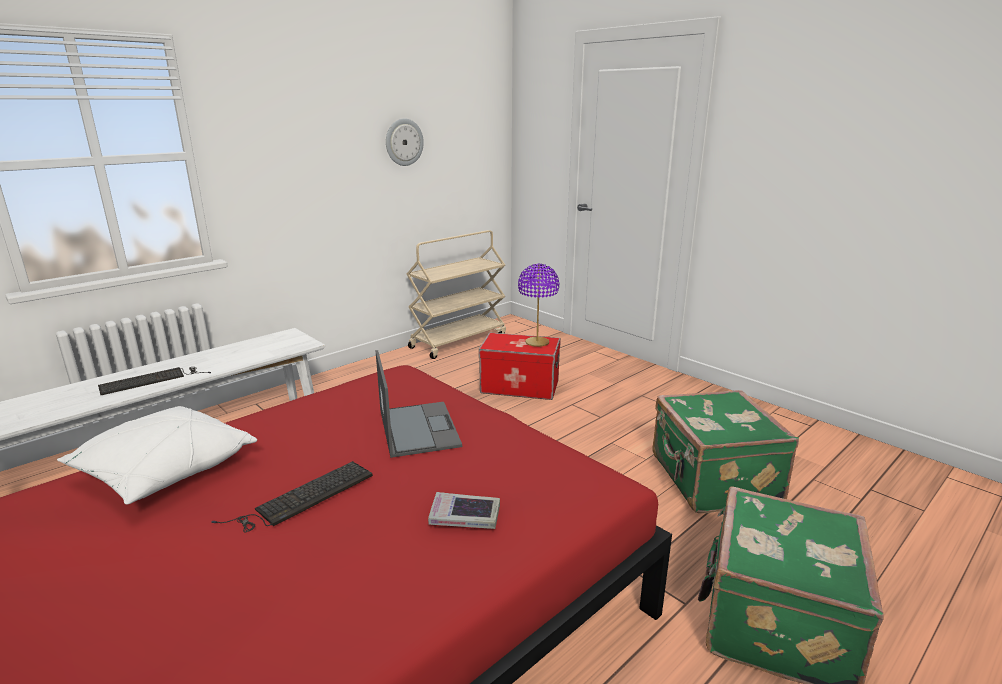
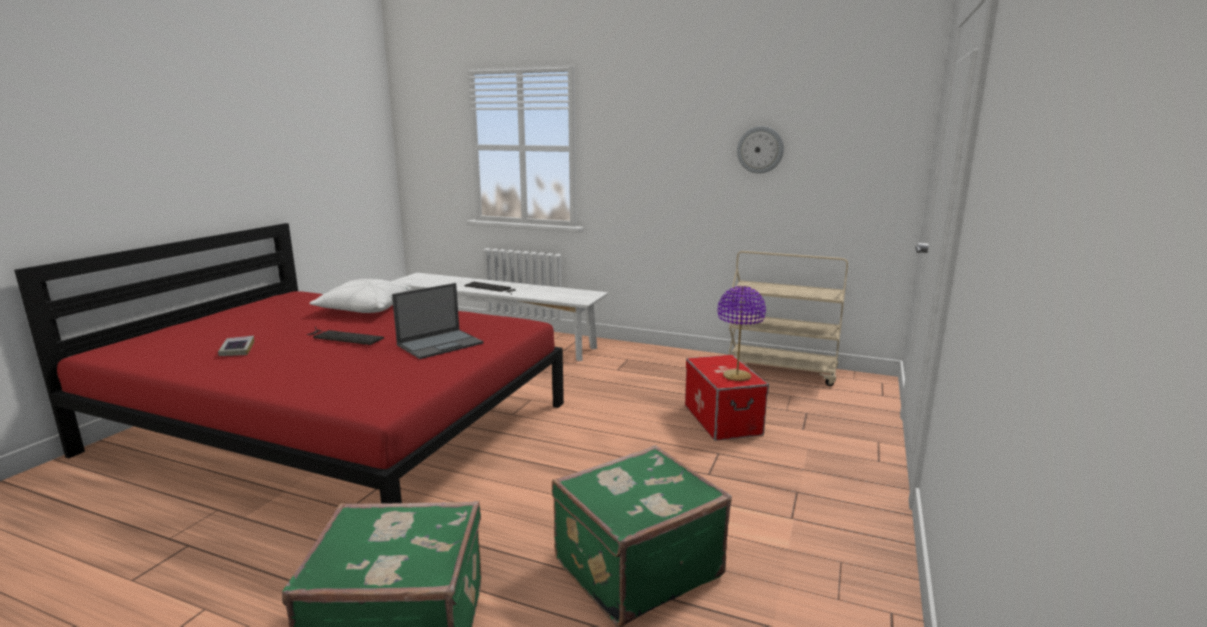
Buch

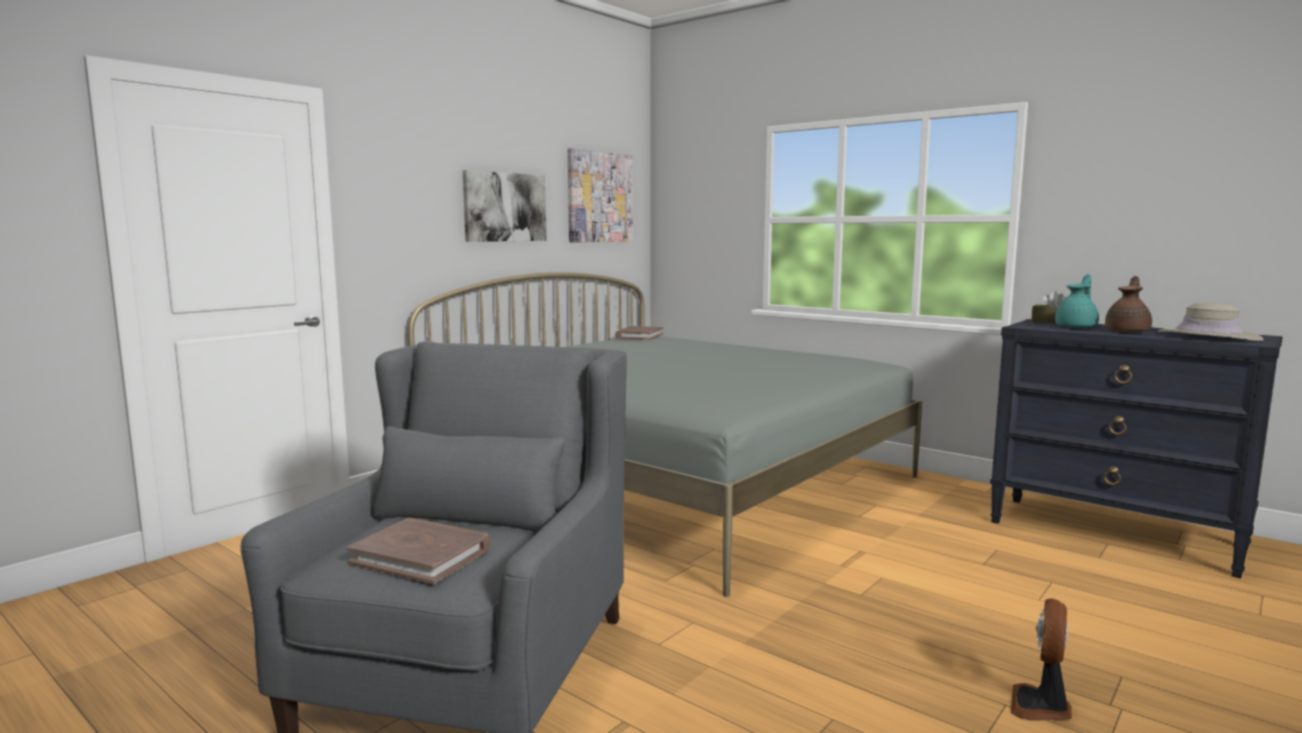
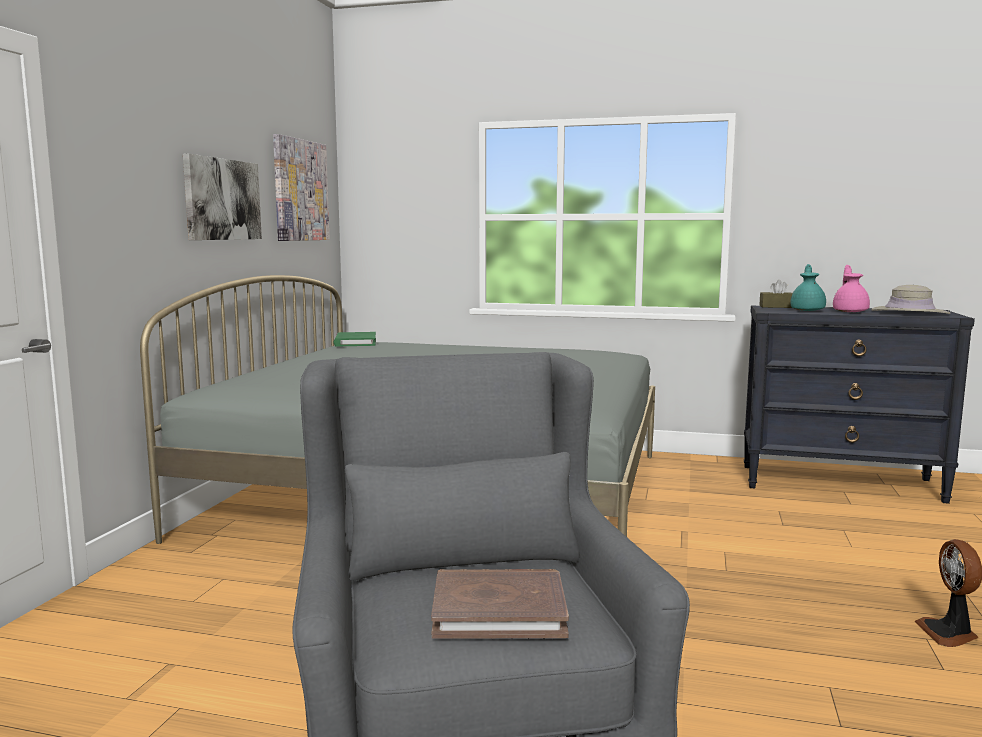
Buch [grün]
Teekanne [rosa]

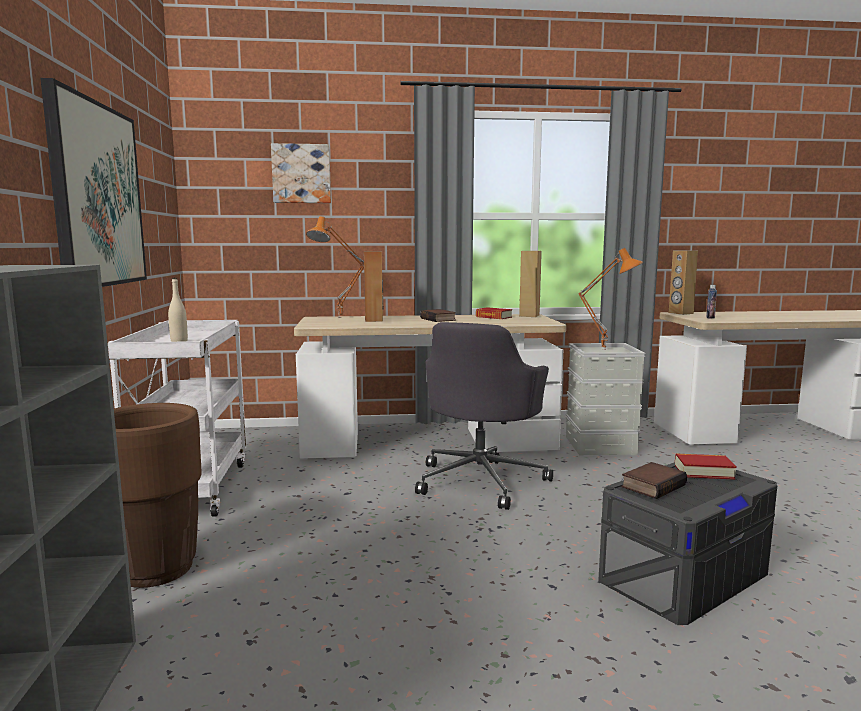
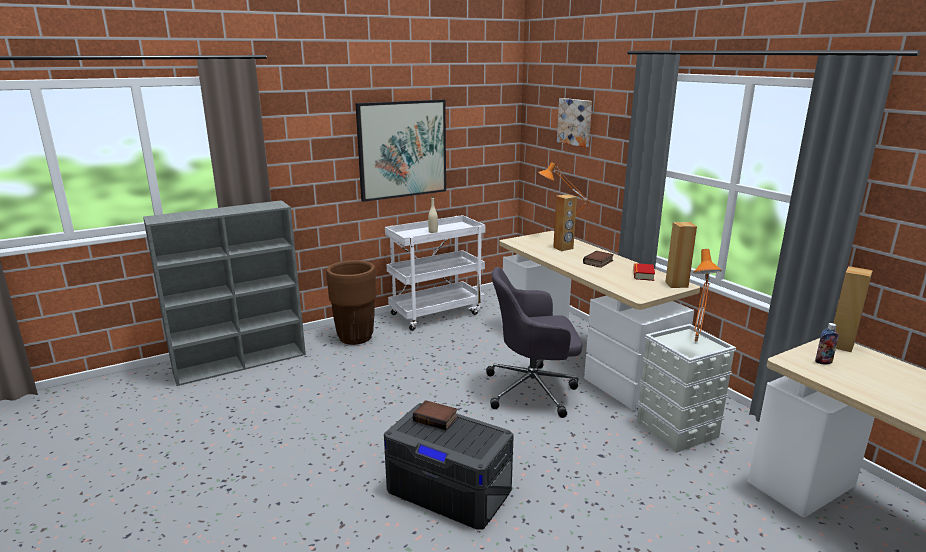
Buch (4th from left in the first image)

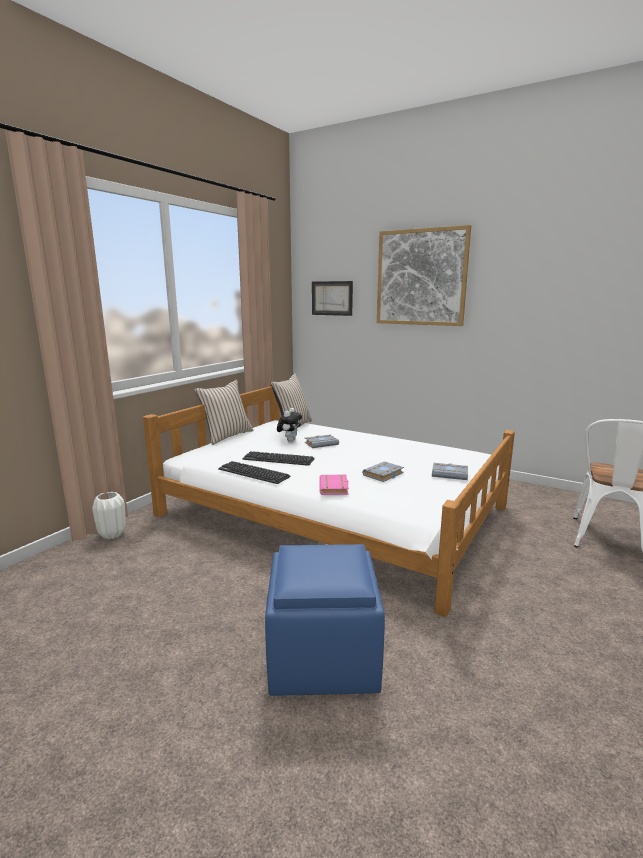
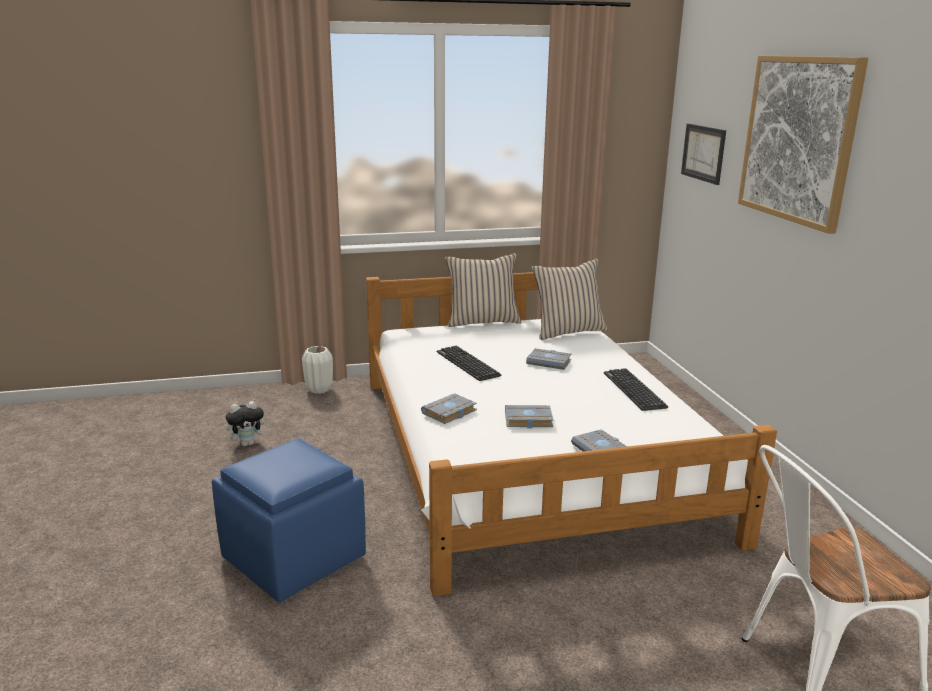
Tastatur (2nd from left)
Plüschtier
Buch [grau] (1st from left)

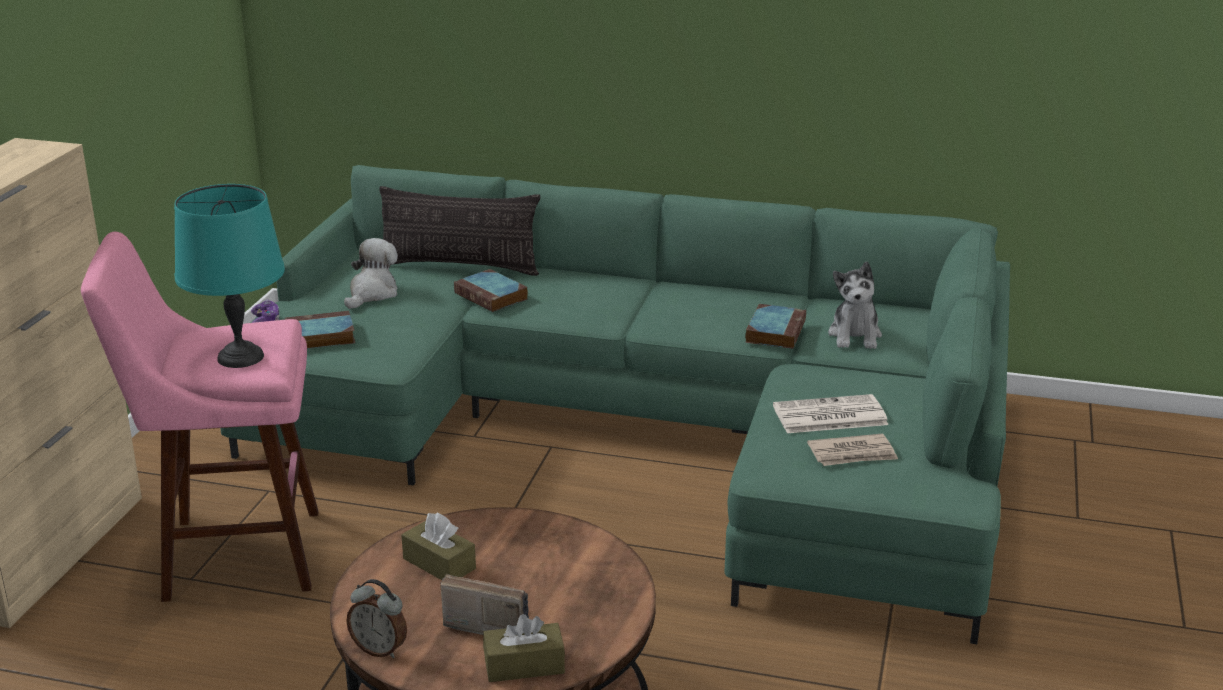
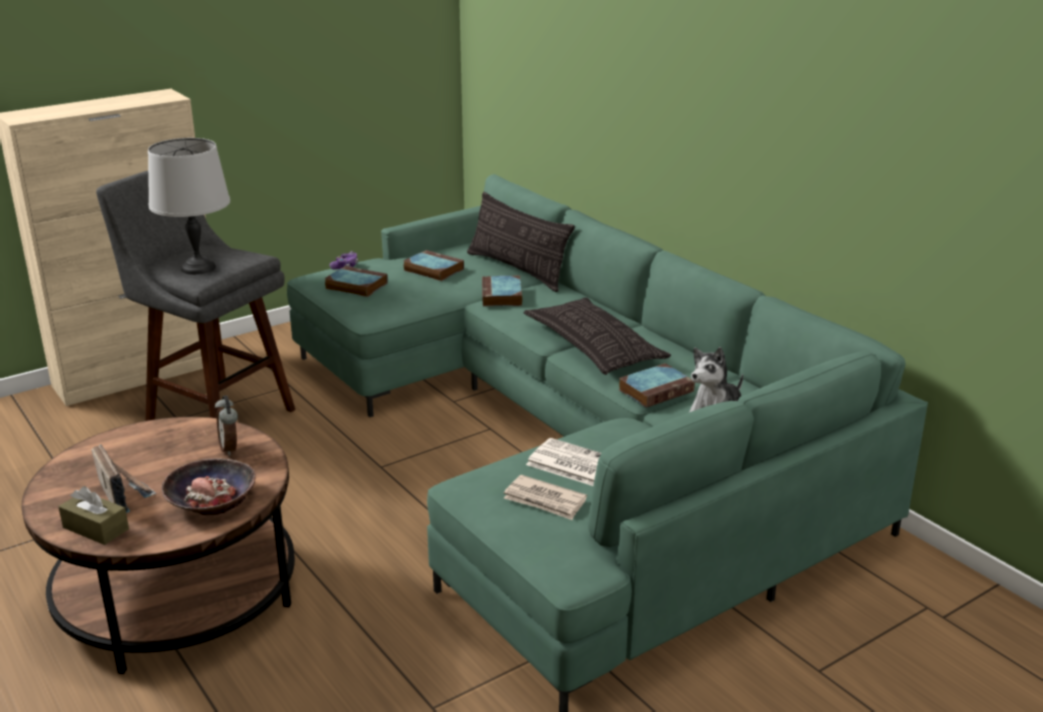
Taschentuchbox [braun] (1st from left in the first image)
Schüssel
Kissen (2nd from left)
Wecker
Buch (2nd from left)
Hocker [grau]
Tischlampe [grau]

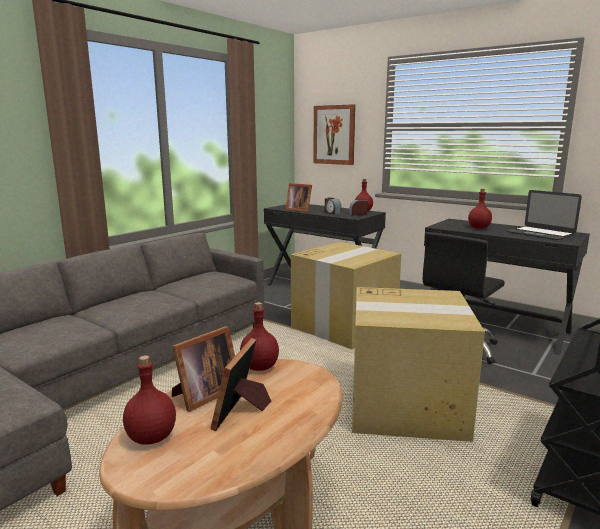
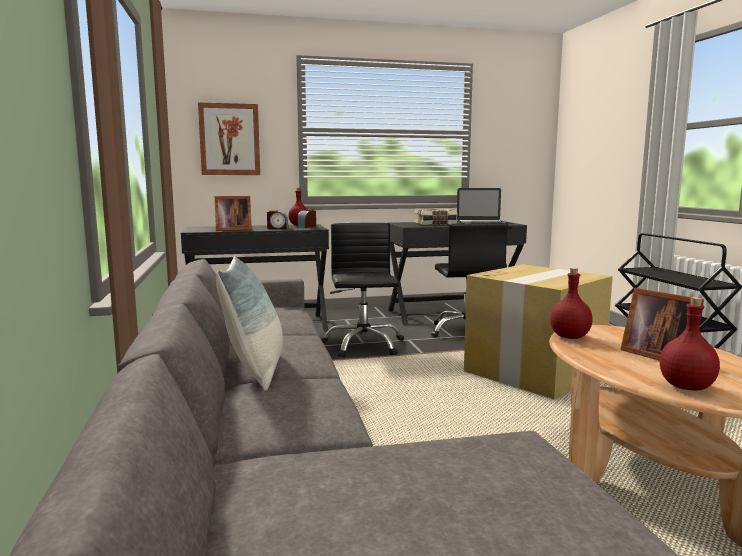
Bilderrahmen (1st from left in the first image)
Kissen
Bürostuhl [schwarz] (1st from left)
Buch

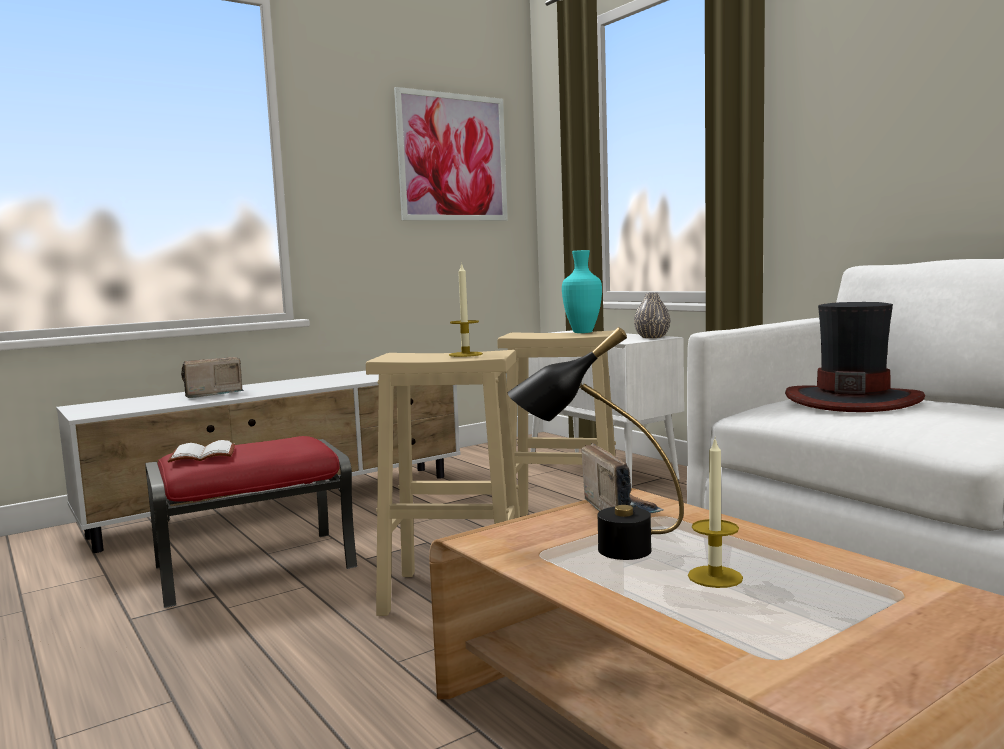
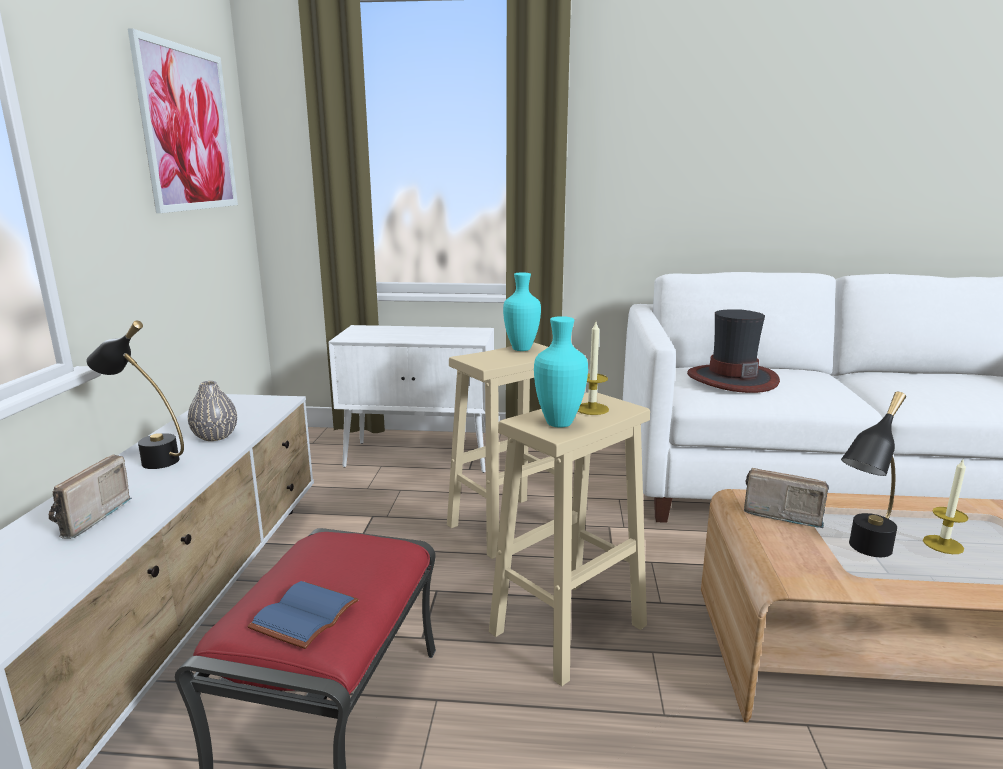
Tischlampe [schwarz] (1st from left)
Vase [türkis] (2nd from left)
Vase [grau]
Buch [blau]

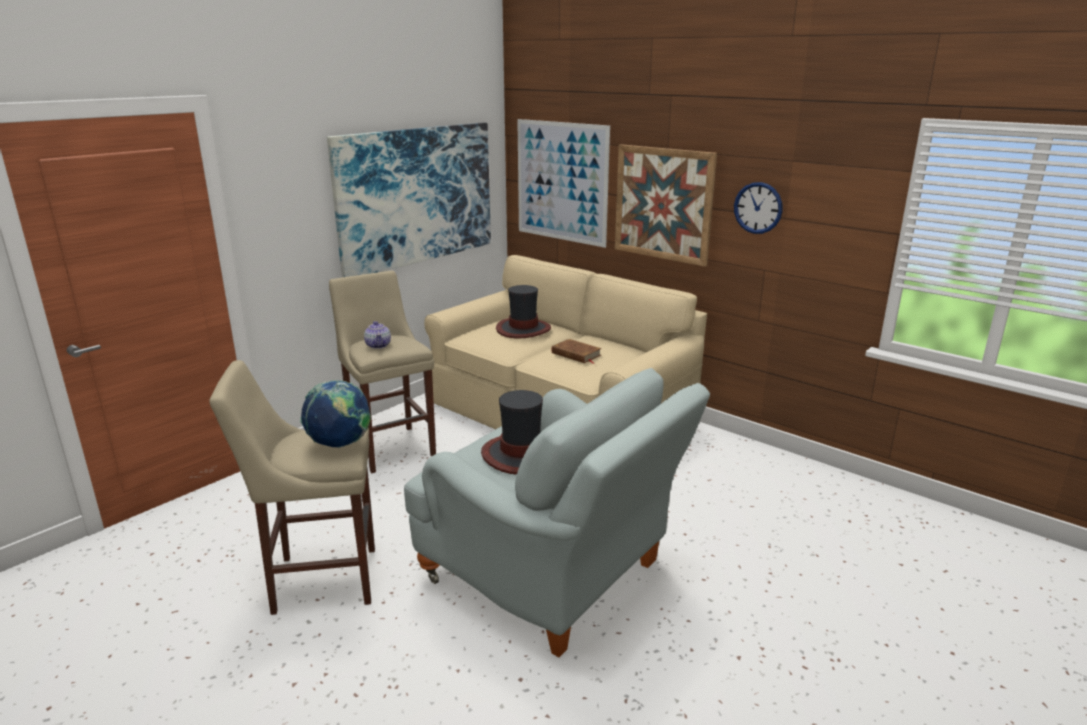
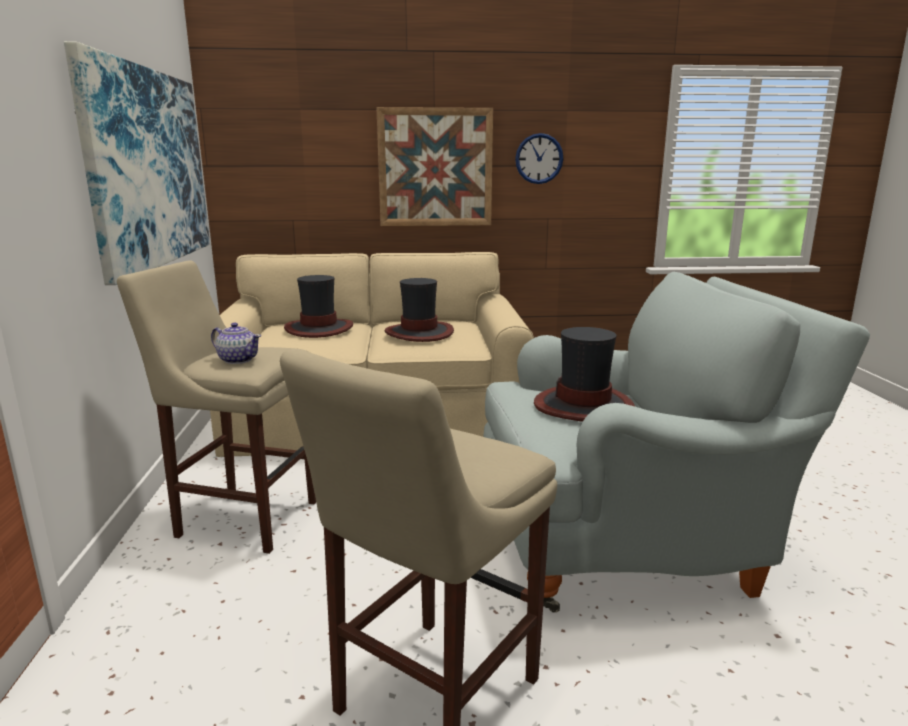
Globus
Bild (2nd from left in the first image)
Hut (2nd from left)

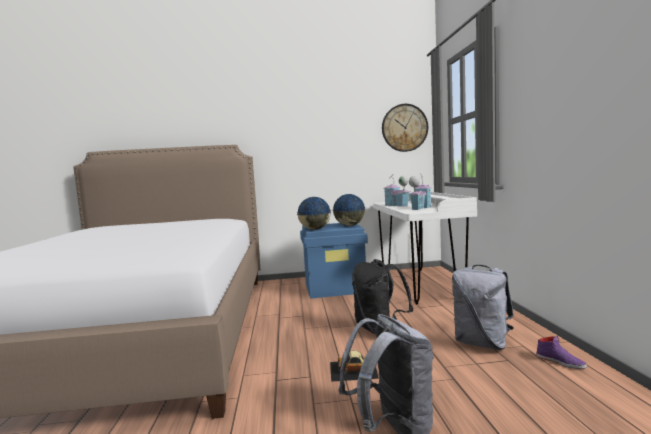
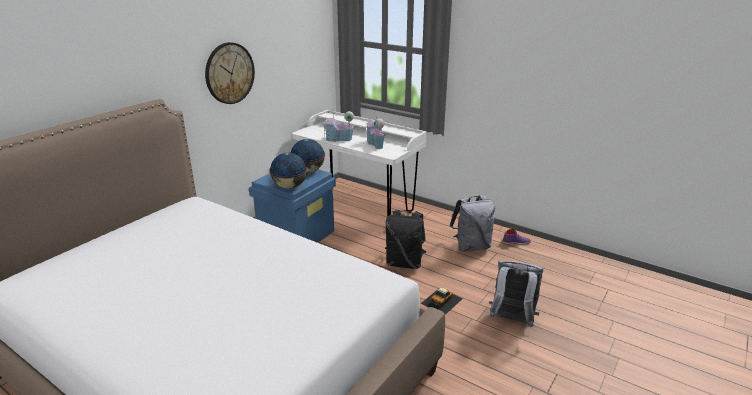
Wanduhr

